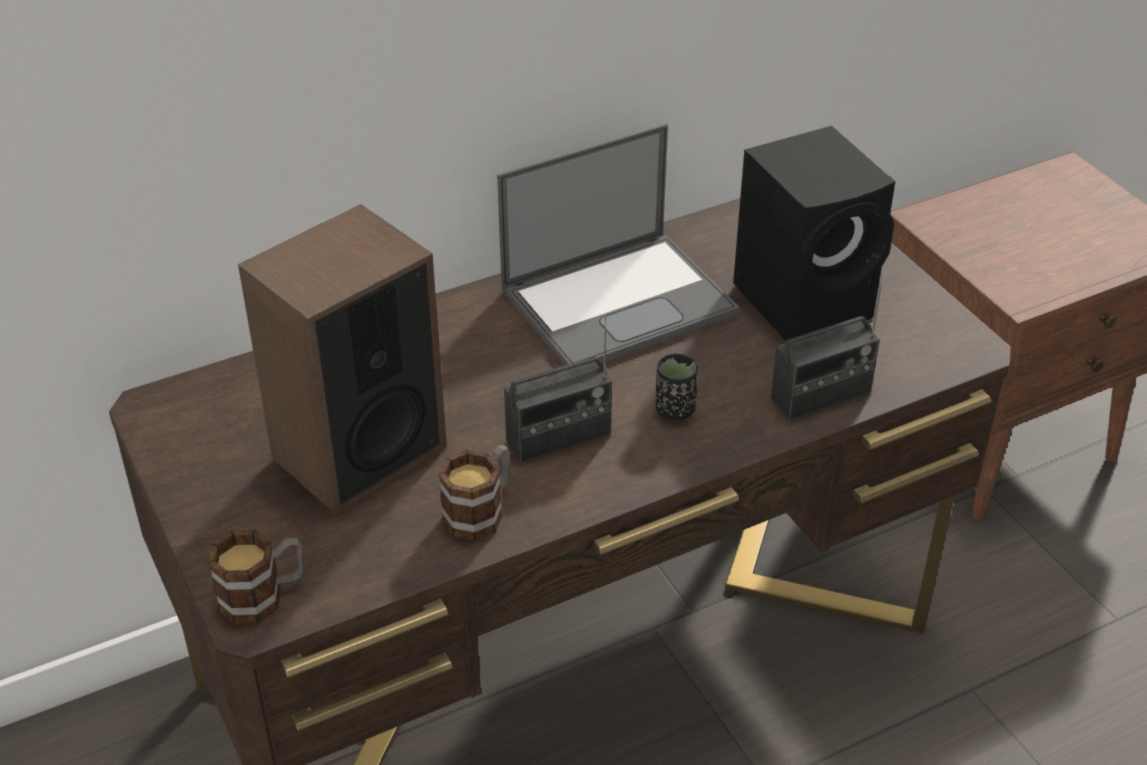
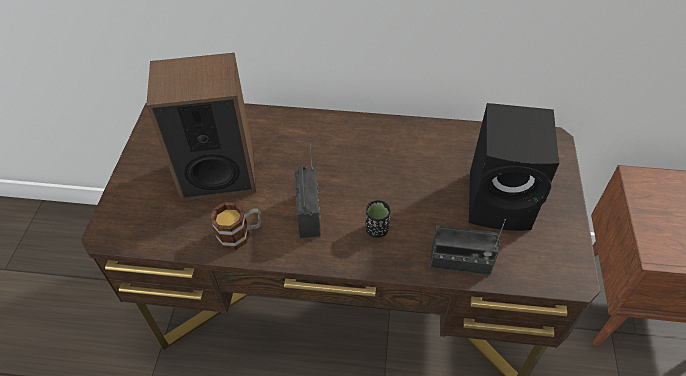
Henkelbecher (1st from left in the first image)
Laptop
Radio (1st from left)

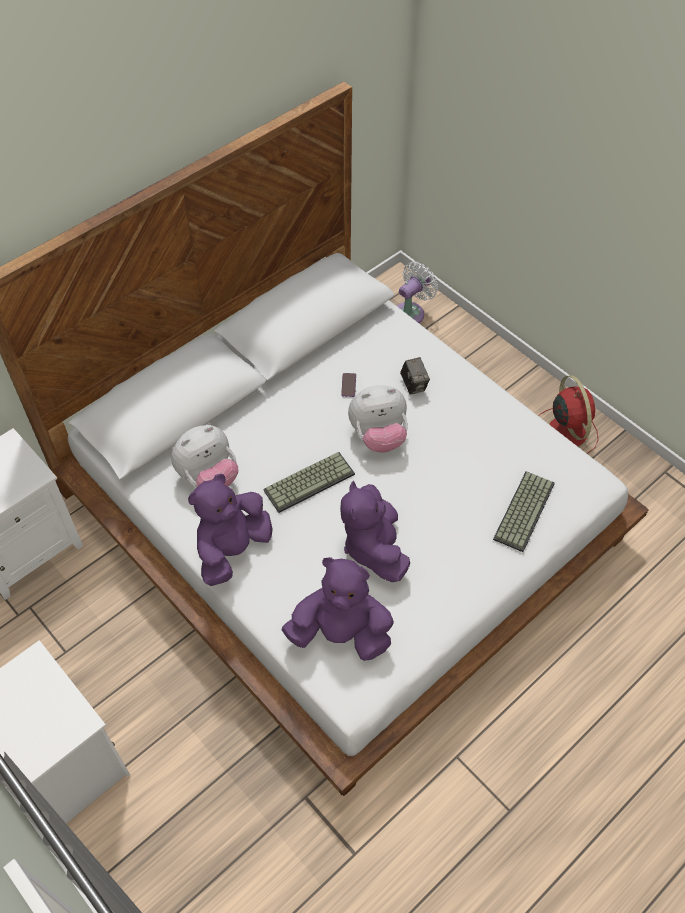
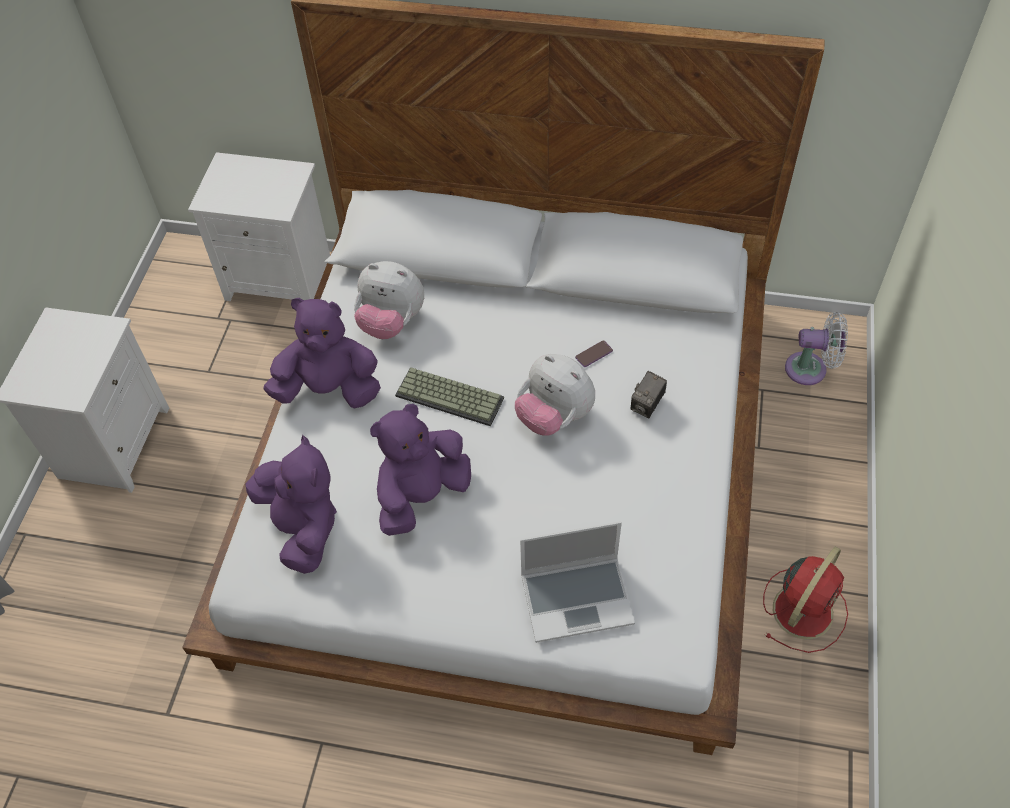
Laptop

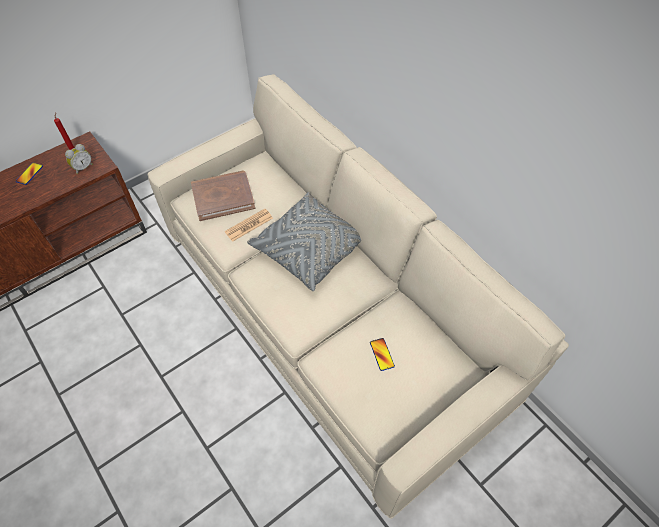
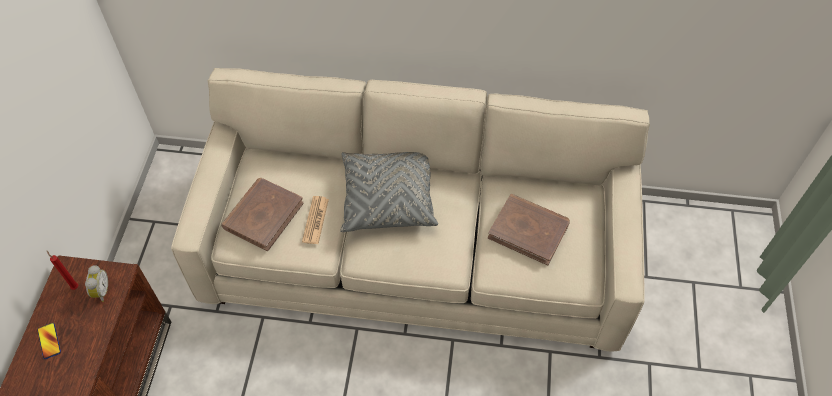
Buch [braun] (2nd from left)

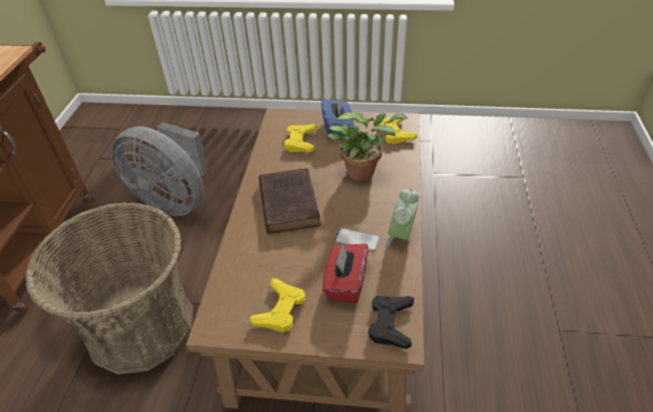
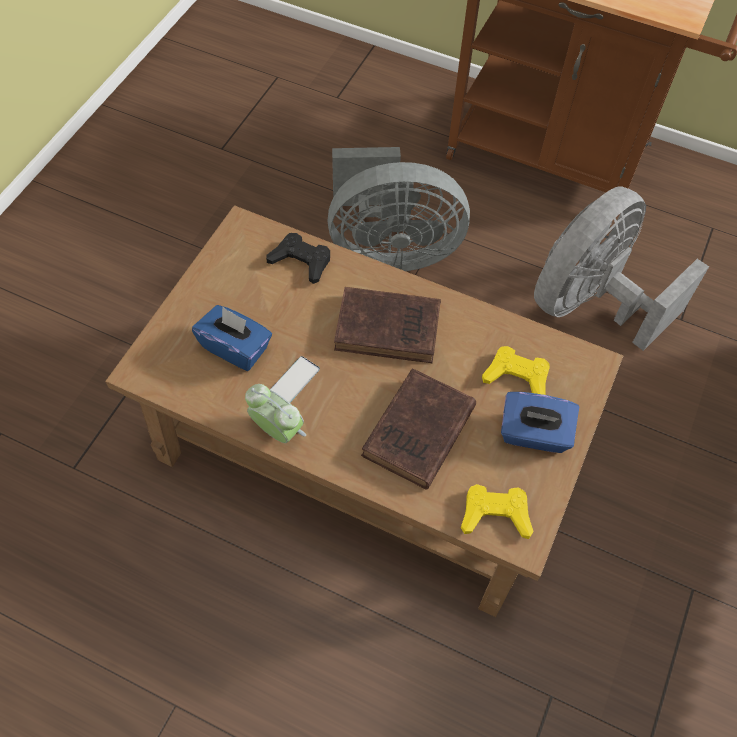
Gamepad [gelb] (1st from left in the first image)
Gamepad [schwarz]
Ventilator [grau] (1st from left)
Buch [braun] (2nd from left)
Taschentuchbox [blau] (1st from left)

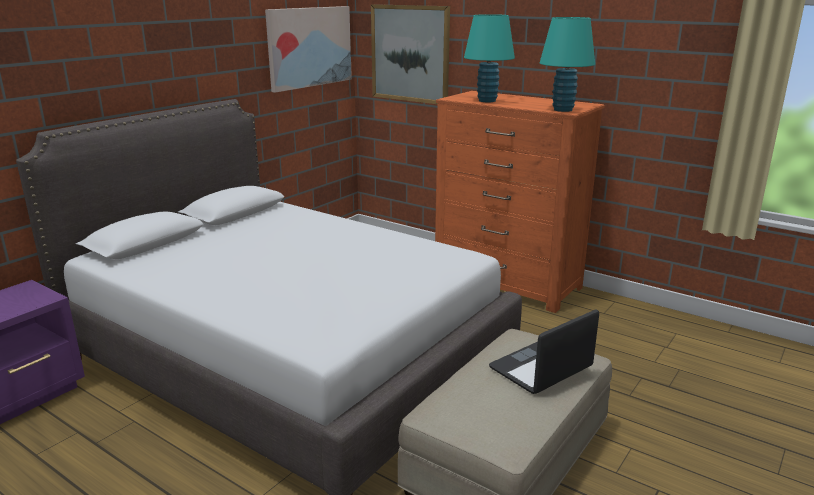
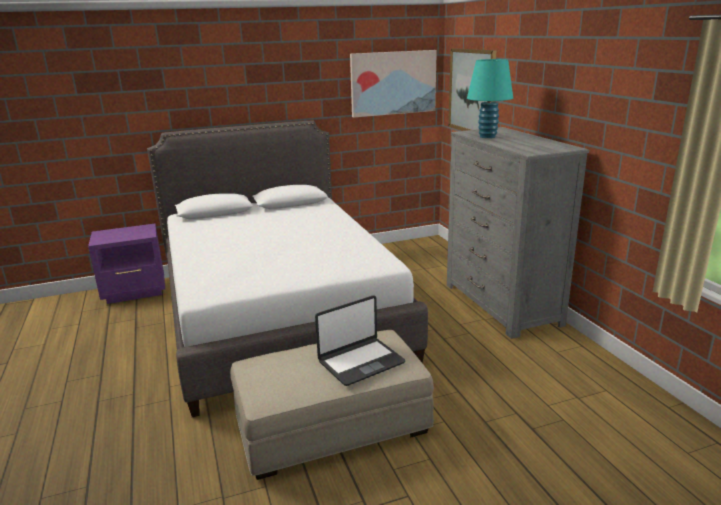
Tischlampe [türkis] (2nd from left in the first image)
Kommode [grau]
Laptop

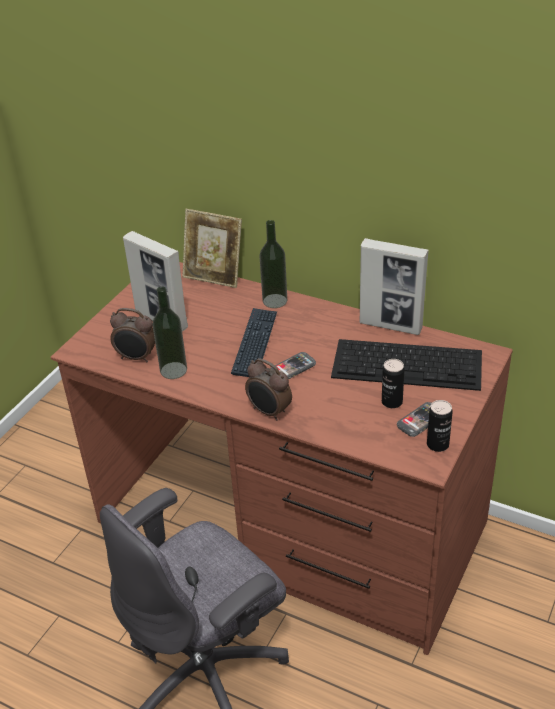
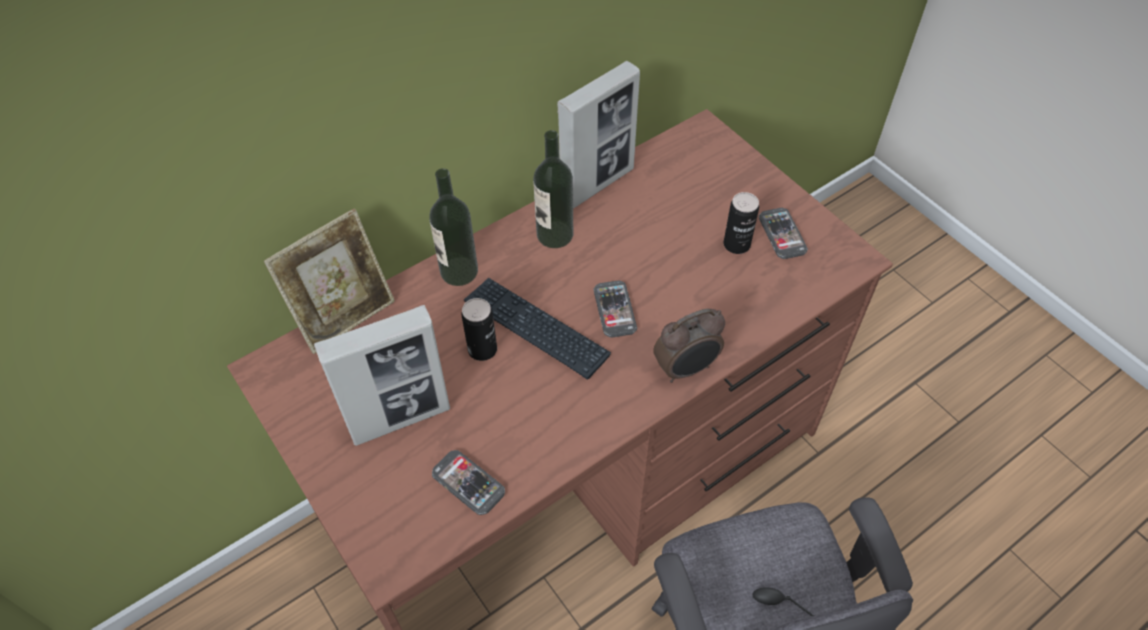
Tastatur (2nd from left in the first image)
Flasche (2nd from left)
Dose (1st from left)
Handy (1st from left)

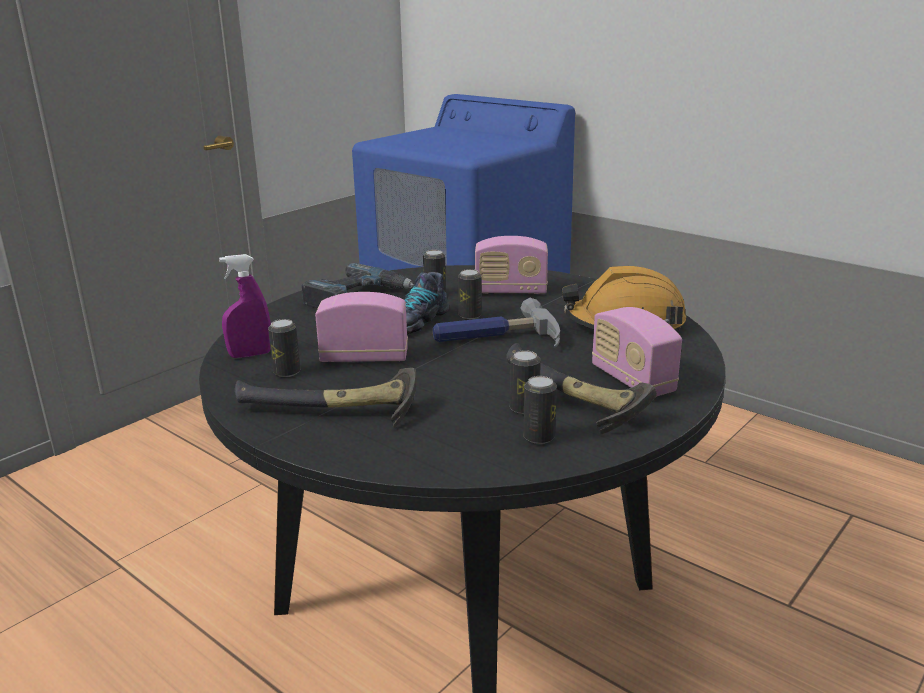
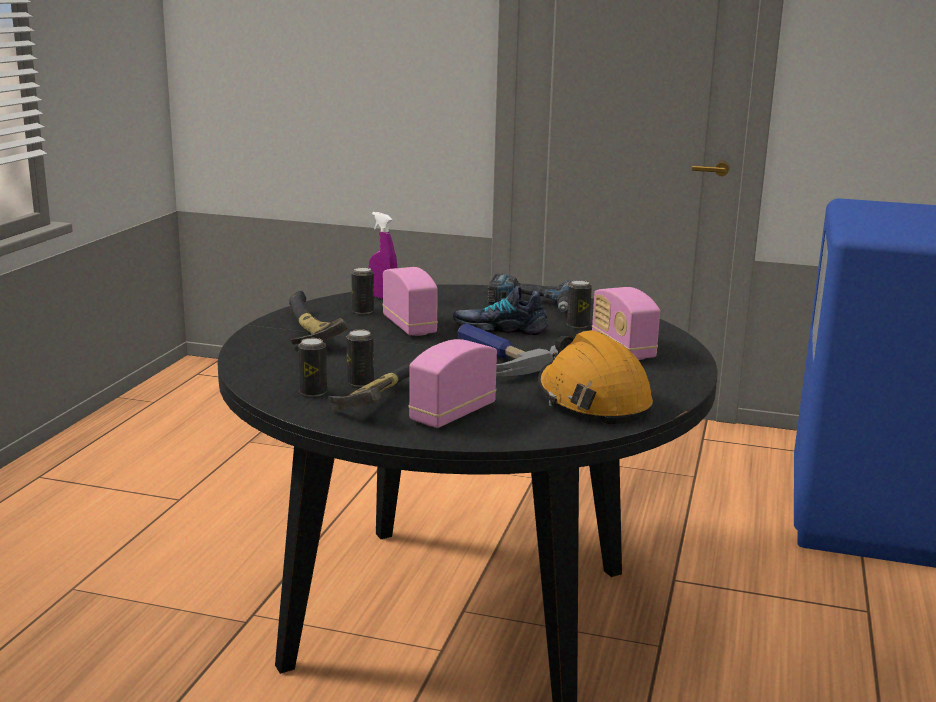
Dose (3rd from left in the first image)

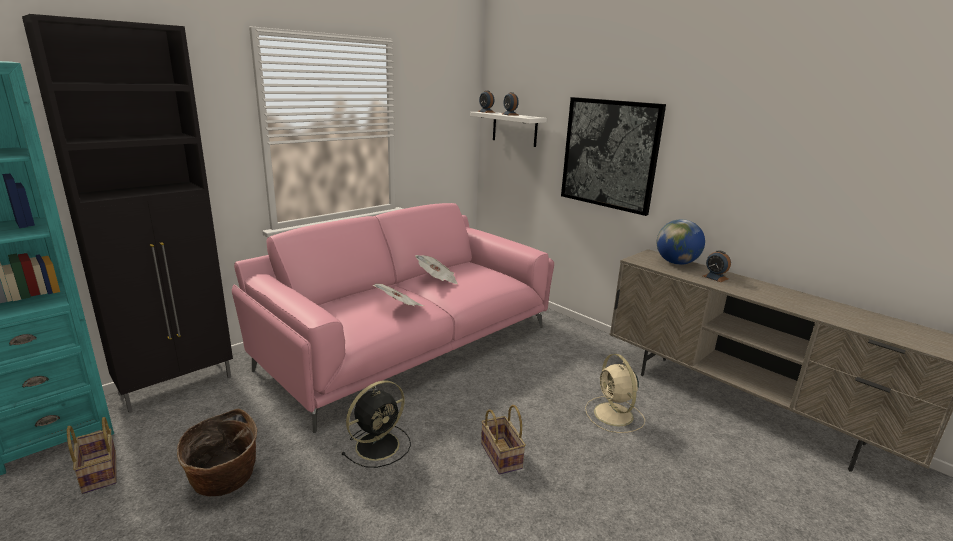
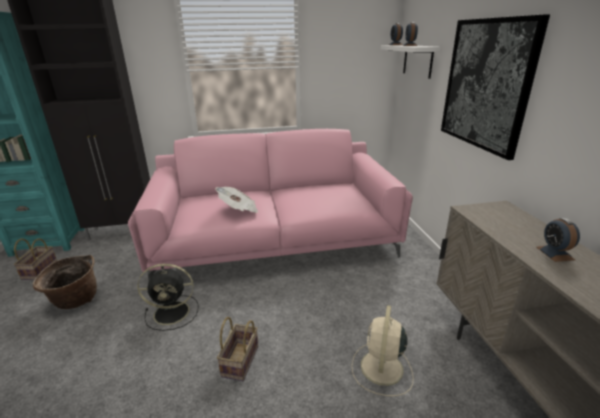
Zeitung (2nd from left in the first image)
Globus

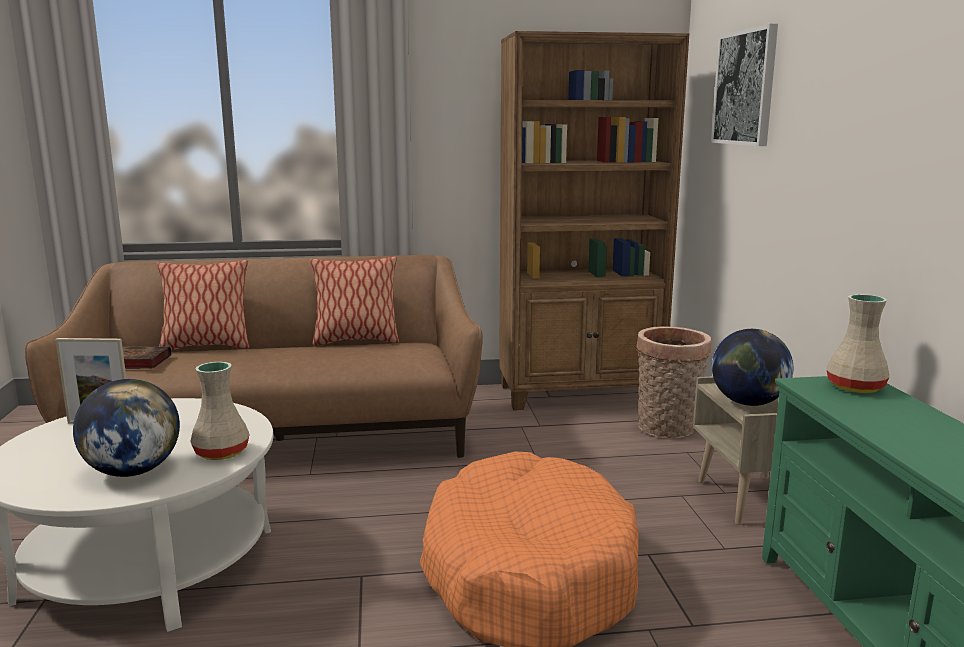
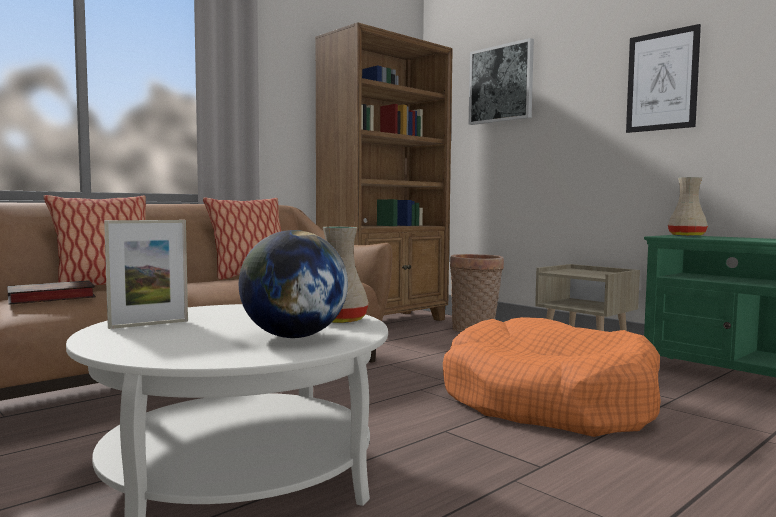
Globus (2nd from left in the first image)
Bild (2nd from left)

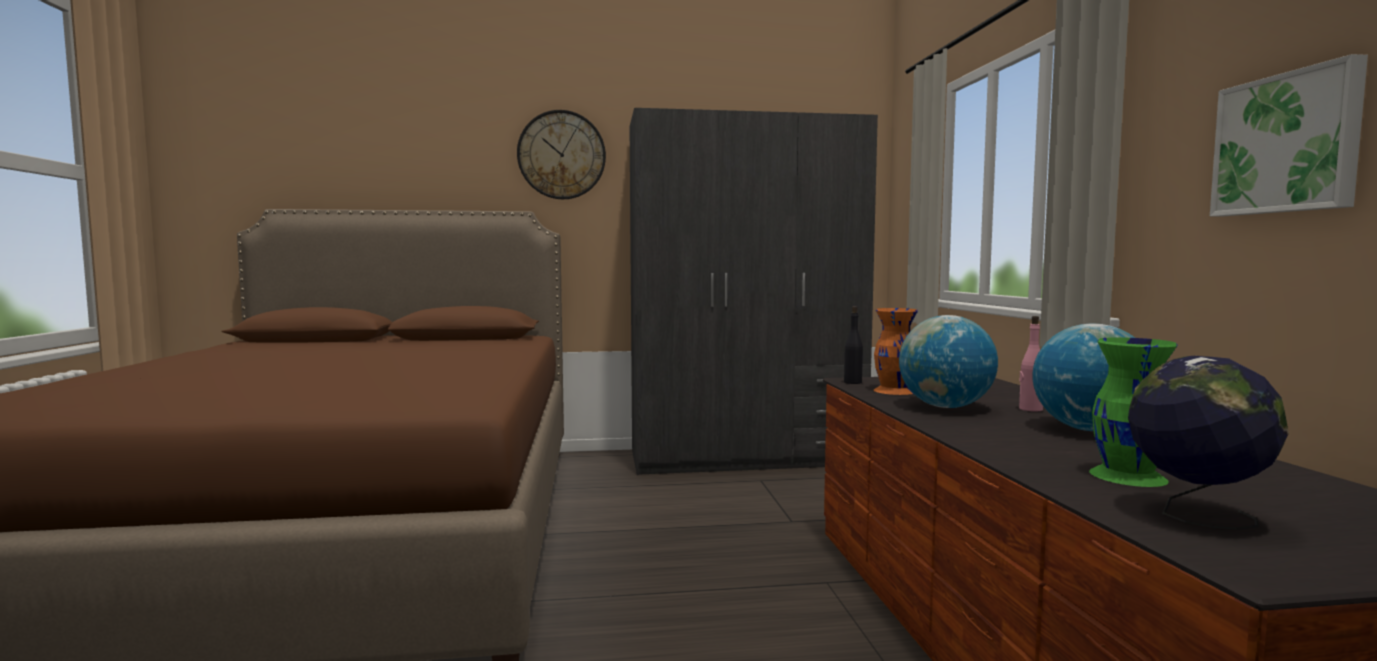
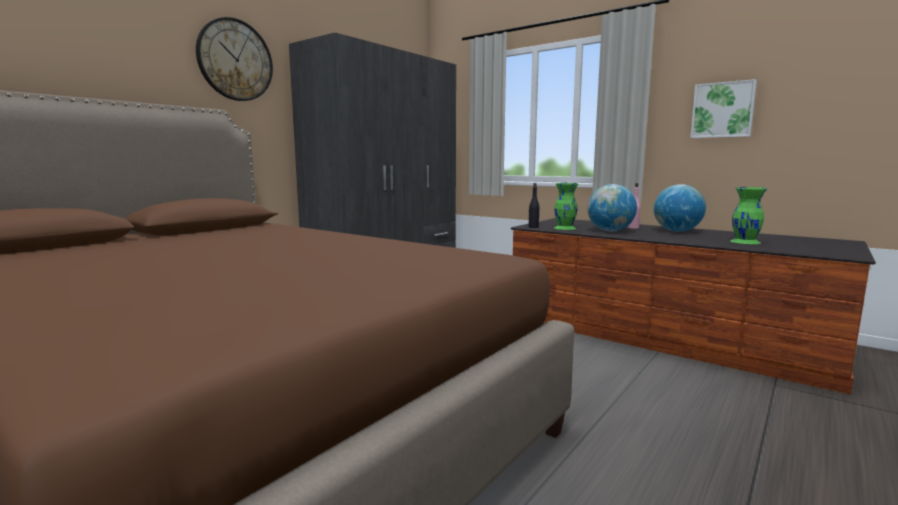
Globus (3rd from left in the first image)
Vase [grün] (1st from left)

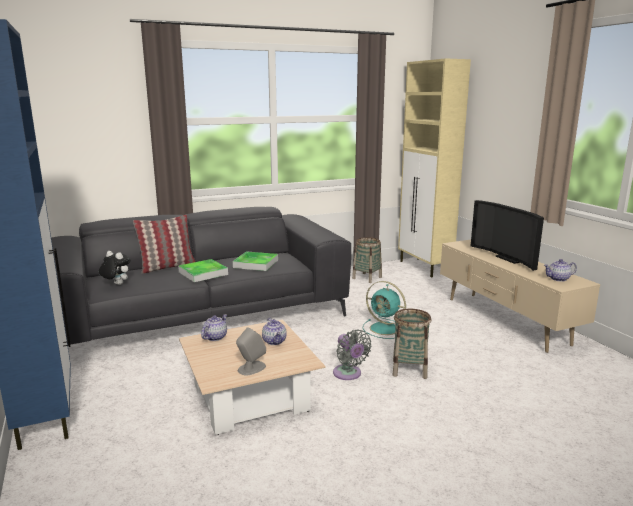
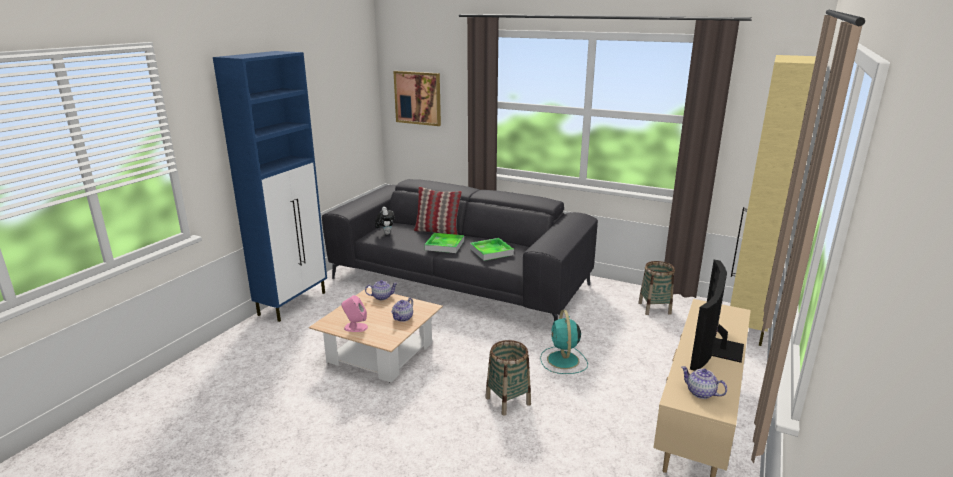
Ventilator [grau]
Bild
Lautsprecher [rosa]

